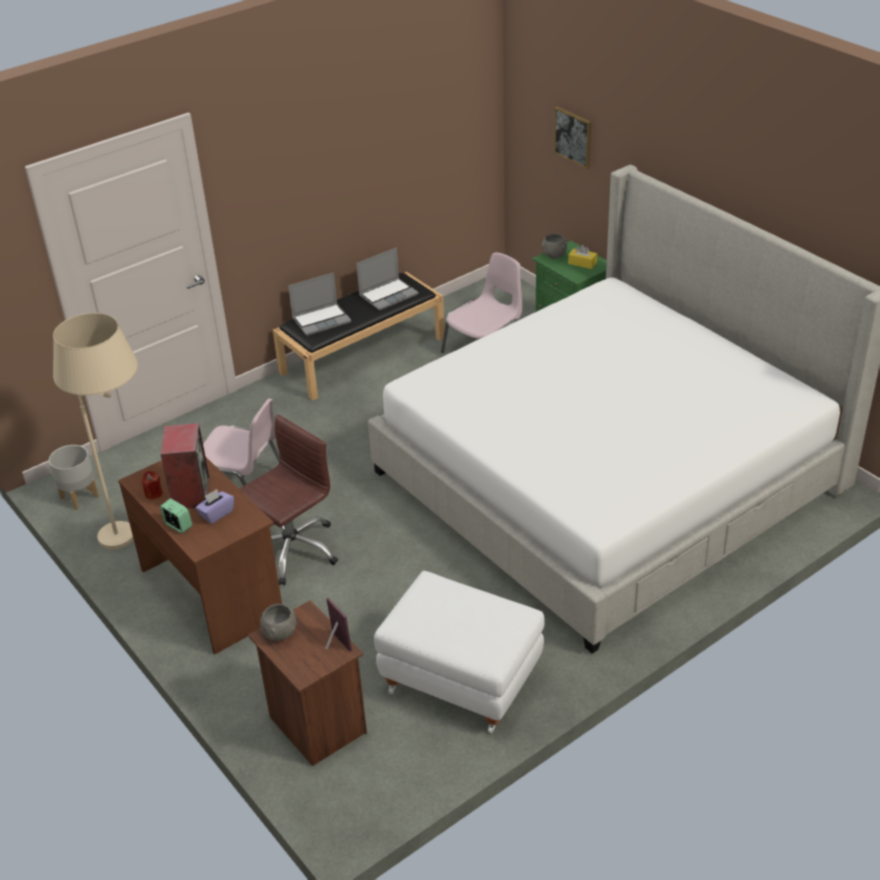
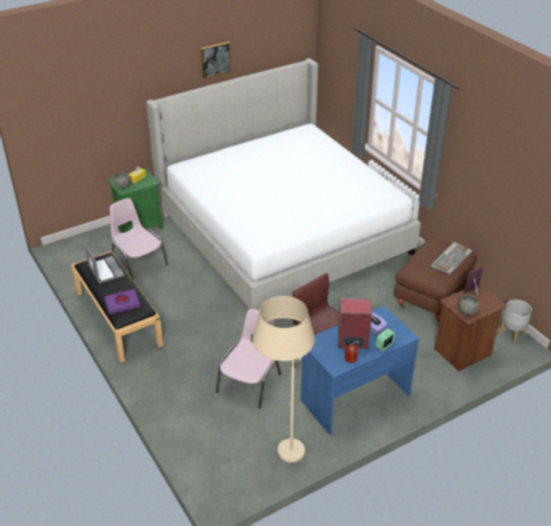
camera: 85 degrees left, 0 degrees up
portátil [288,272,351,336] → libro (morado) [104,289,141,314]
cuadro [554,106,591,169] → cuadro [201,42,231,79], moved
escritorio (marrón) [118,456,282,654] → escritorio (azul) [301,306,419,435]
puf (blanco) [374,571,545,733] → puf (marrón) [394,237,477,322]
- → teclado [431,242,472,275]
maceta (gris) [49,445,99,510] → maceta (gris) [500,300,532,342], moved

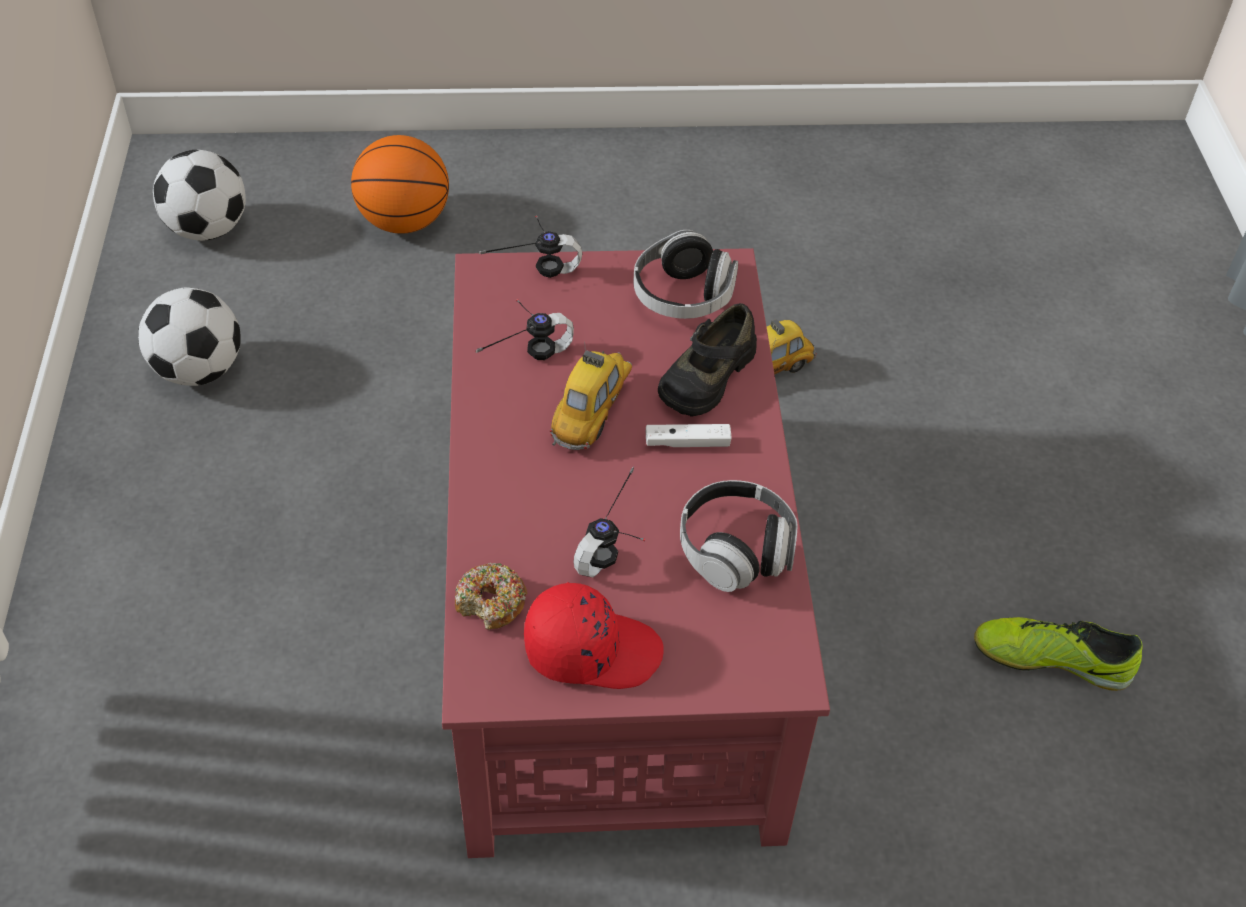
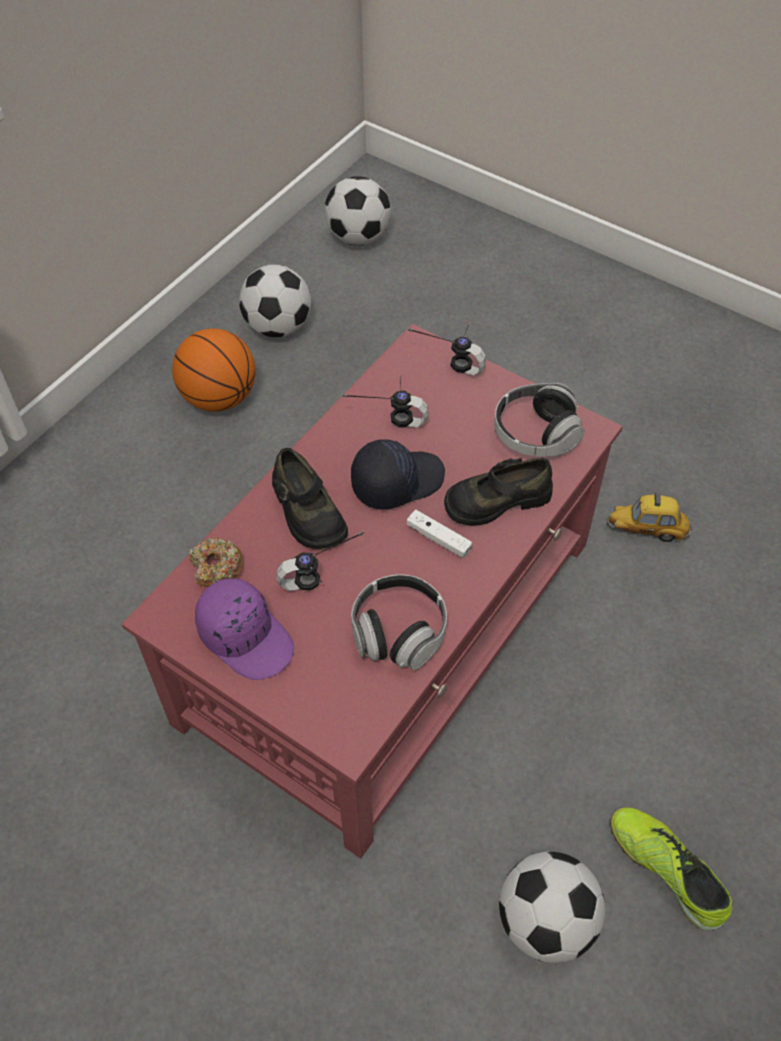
camera: 40 degrees right, 5 degrees up
balón de baloncesto [351,135,449,234] → balón de baloncesto [172,328,256,412], moved
gorra (rojo) [524,582,663,689] → gorra (morado) [195,579,294,680]
- → zapato (negro) [272,448,348,549]
coche de juguete [550,341,632,450] → gorra (negro) [351,439,445,509]
- → balón de fútbol [499,852,605,963]

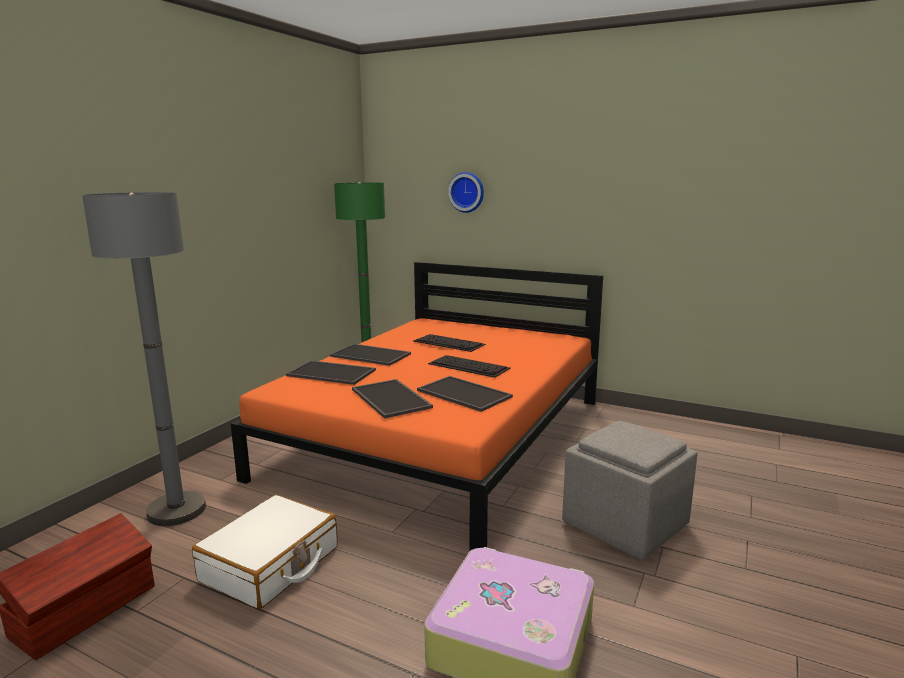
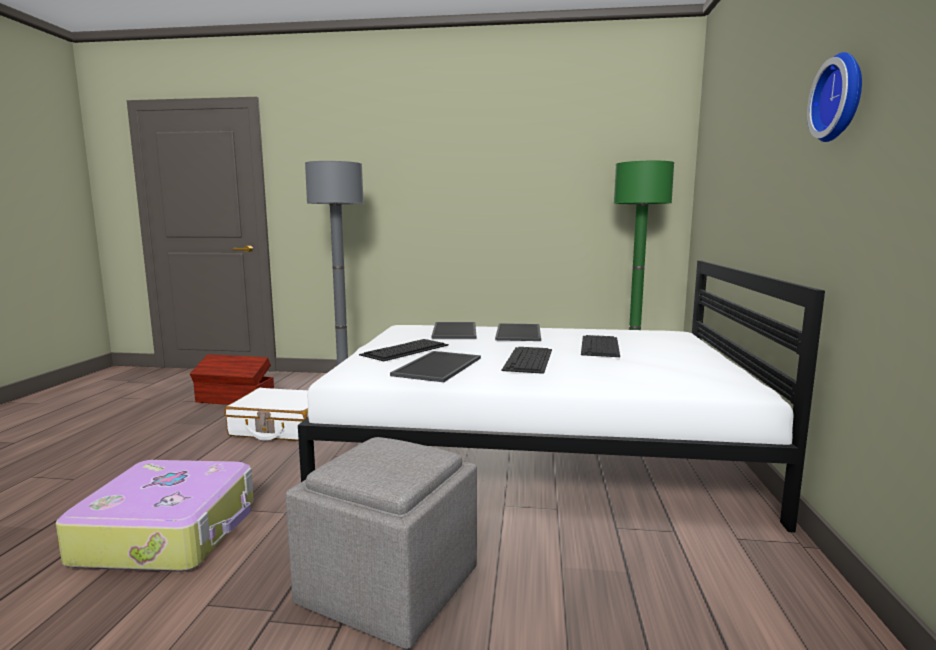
camera: 70 degrees right, 5 degrees down
cama (naranja) [231,262,603,551] → cama (blanco) [298,261,825,532]
bandeja [352,379,433,419] → teclado [359,339,449,361]
reloj de pared [448,172,484,213] → reloj de pared [807,52,862,142], moved

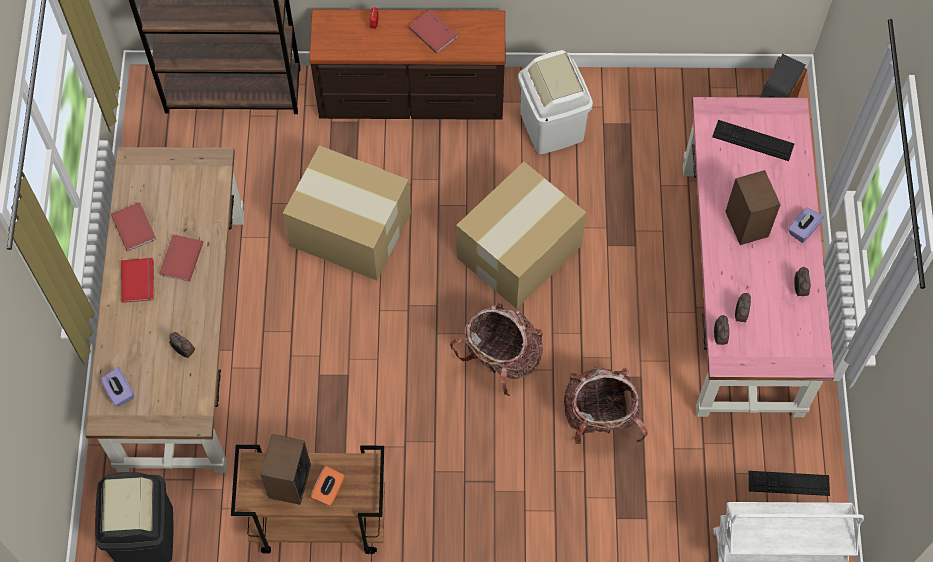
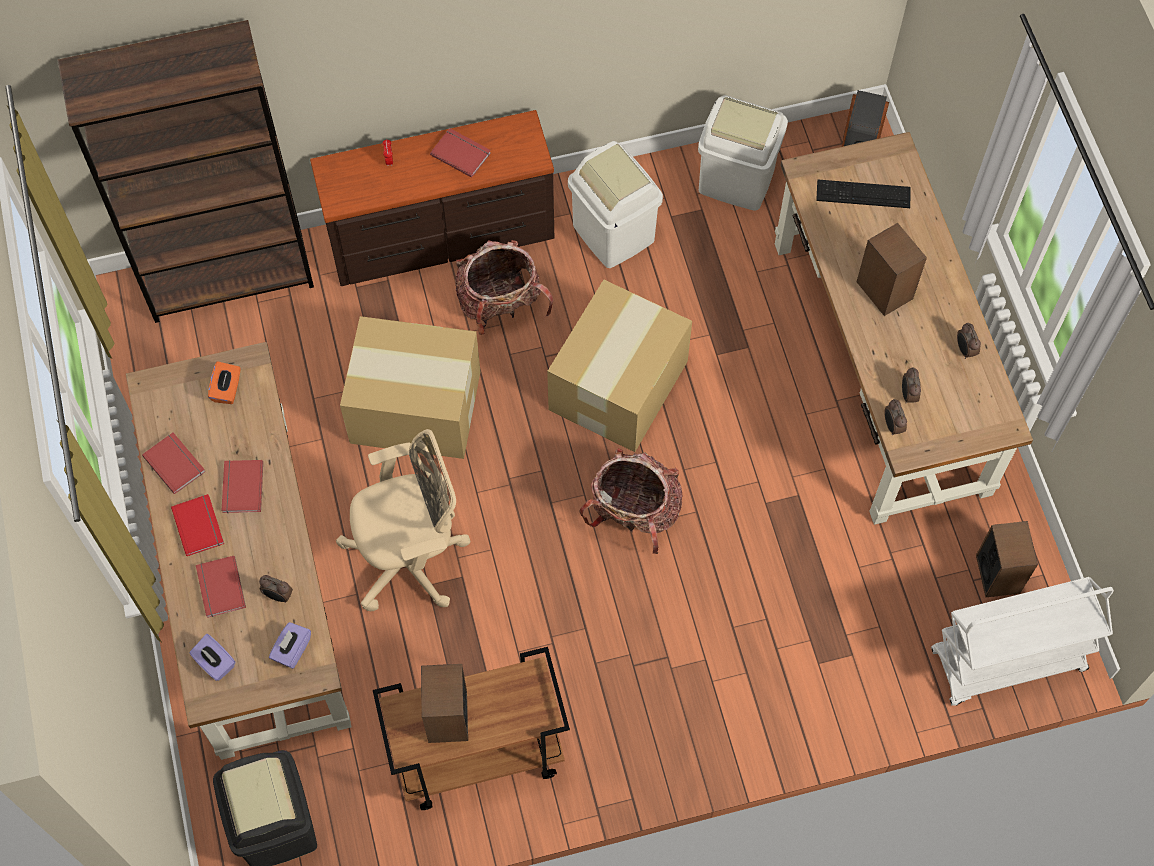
camera: 15 degrees left, 0 degrees up
- → libro (rojo) [196,556,246,618]
caja de pañuelos (naranja) [310,466,344,506] → caja de pañuelos (naranja) [208,361,241,404], moved
caja de pañuelos (morado) [788,207,824,243] → caja de pañuelos (morado) [269,622,311,669], moved
- → silla de oficina (beis) [336,429,470,611]
mochila [564,367,648,444] → mochila [455,240,553,335], moved
- → papelera (blanco) [698,95,788,211]
escritorio (rosa) [683,97,834,417] → escritorio (marrón) [775,132,1033,525]
teclado [749,471,830,496] → altavoz [976,521,1038,598]

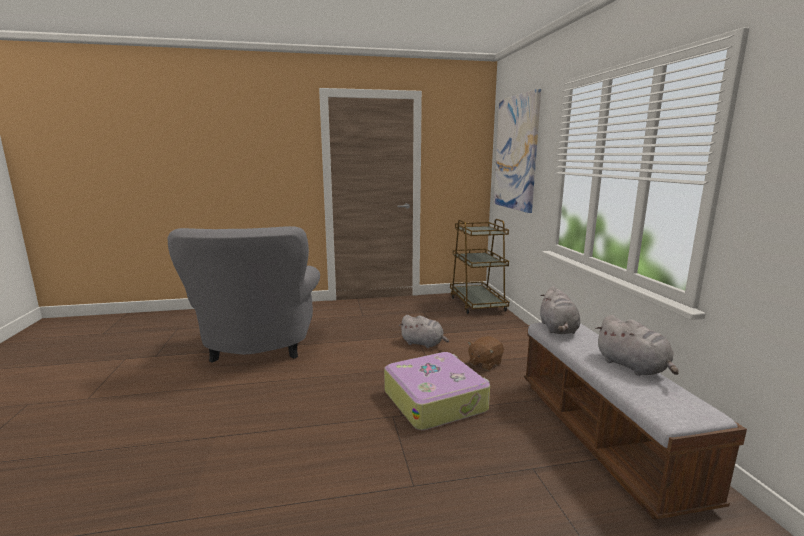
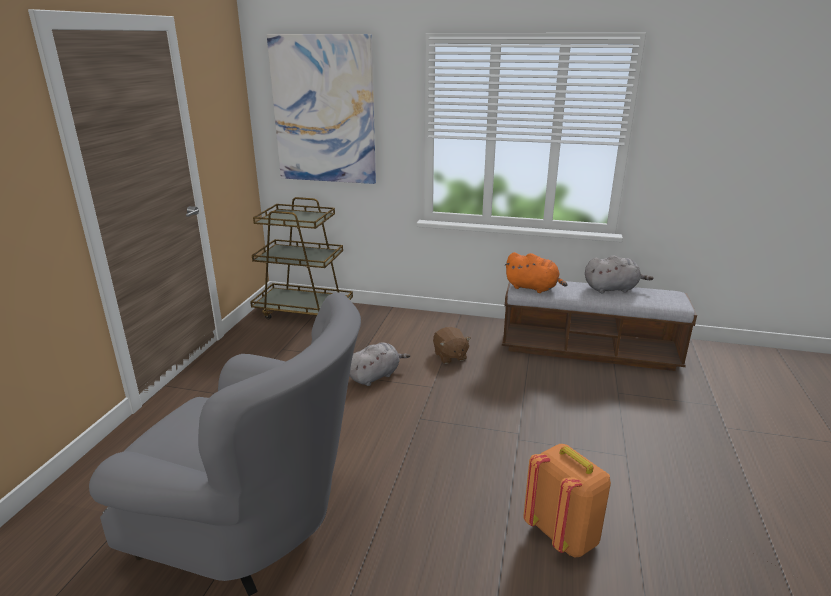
camera: 65 degrees left, 10 degrees up
peluche (gris) [540,286,580,334] → peluche (naranja) [505,252,567,293]
- → mochila (naranja) [523,444,611,558]
maleta [384,352,490,430] → -

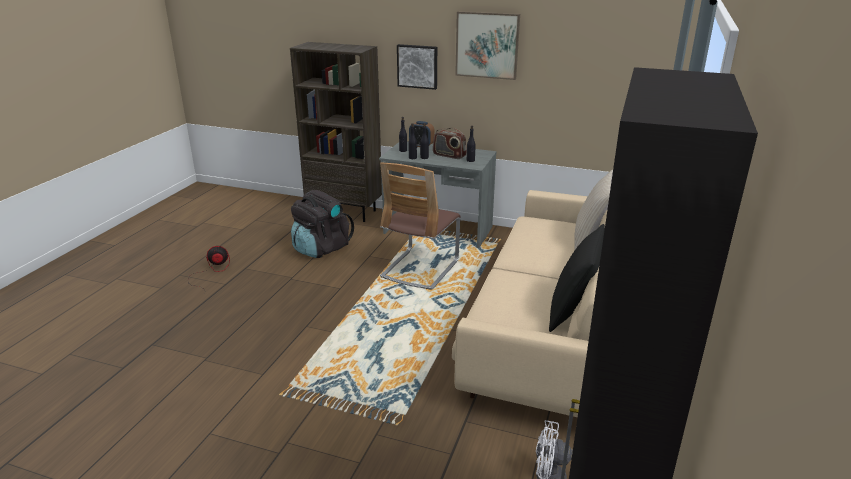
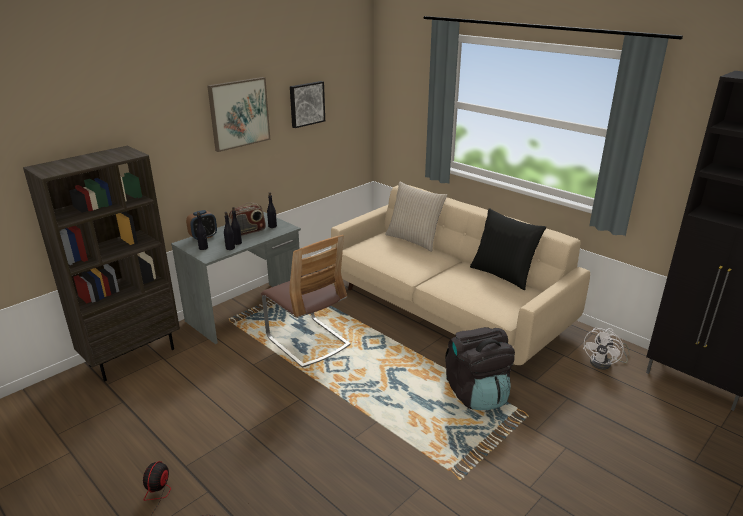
camera: 65 degrees left, 0 degrees up
cuadro [397,44,437,90] → cuadro [290,81,325,128], moved
mochila (negro) [291,190,354,258] → mochila (negro) [445,327,515,410], moved

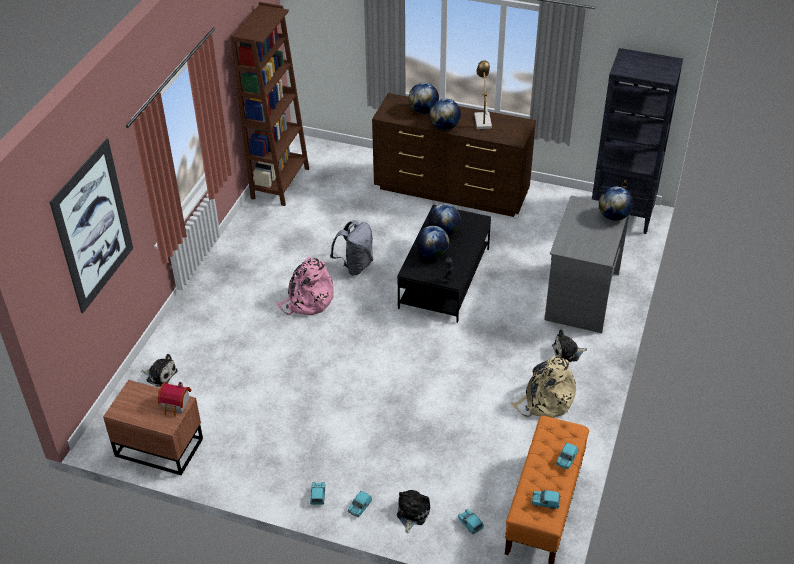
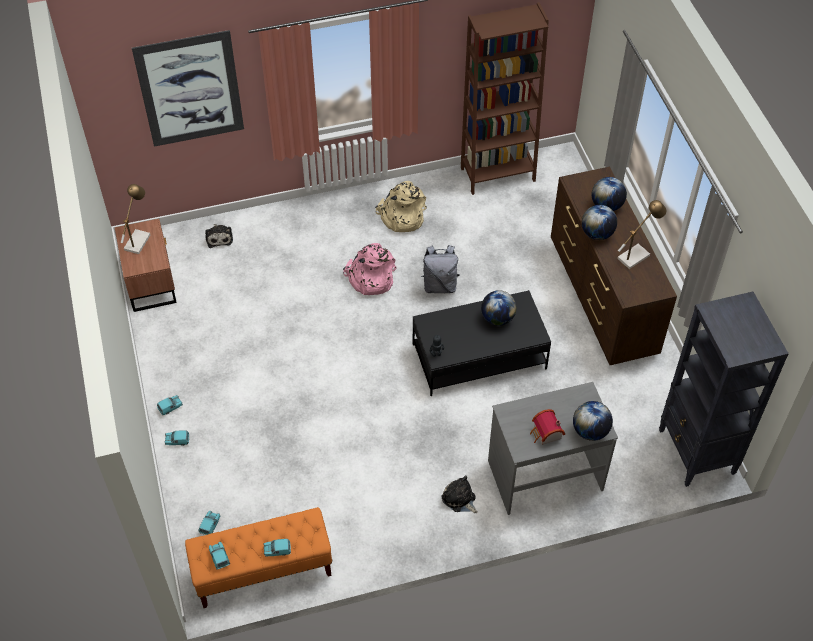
camera: 55 degrees right, 10 degrees up
- → lámpara de mesa [121,184,150,254]
mochila (beis) [510,356,576,418] → mochila (beis) [375,181,427,232], moved
casita [158,382,191,417] → casita [530,409,565,445], moved
peluche [397,490,431,533] → -
globo terráqueo [416,226,449,259] → -

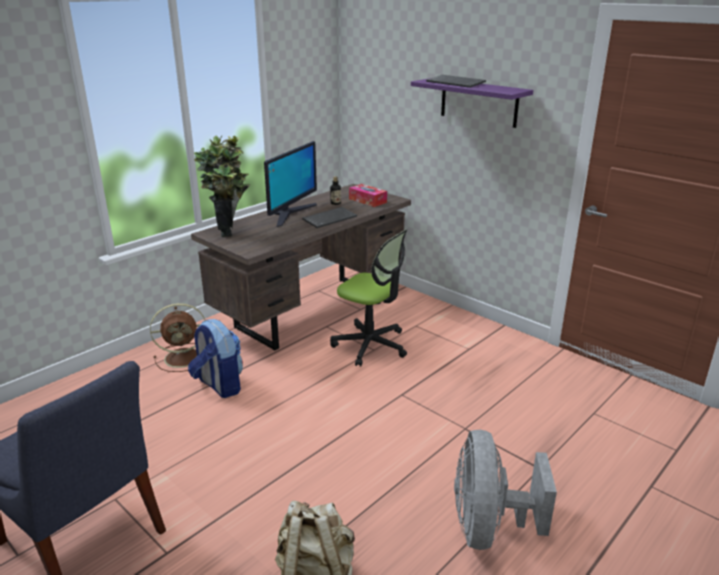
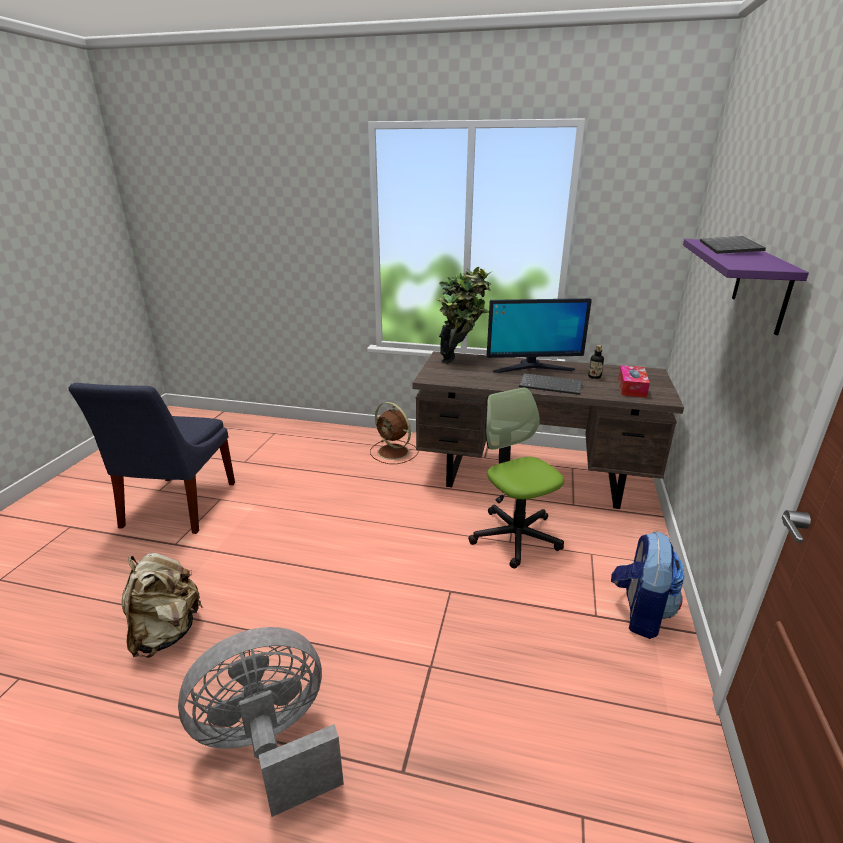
camera: 60 degrees right, 0 degrees up
silla de oficina [330,229,408,367] → silla de oficina [468,387,564,569], 150 degrees clockwise
mochila [188,319,243,398] → mochila [611,531,685,639], moved

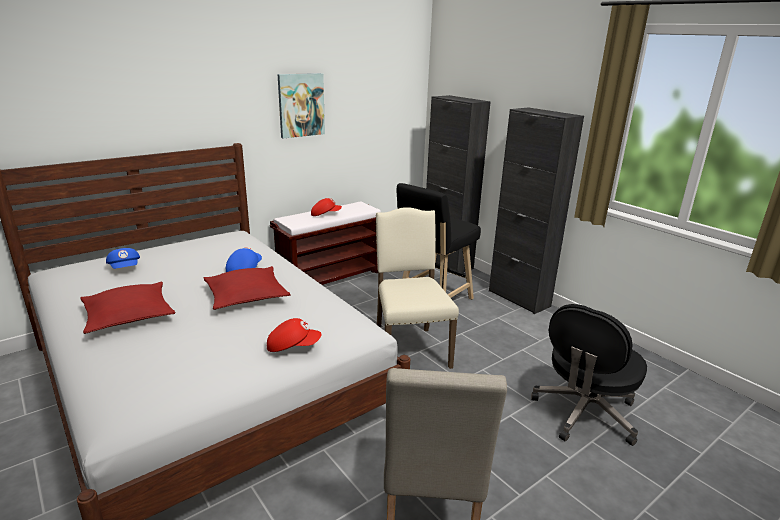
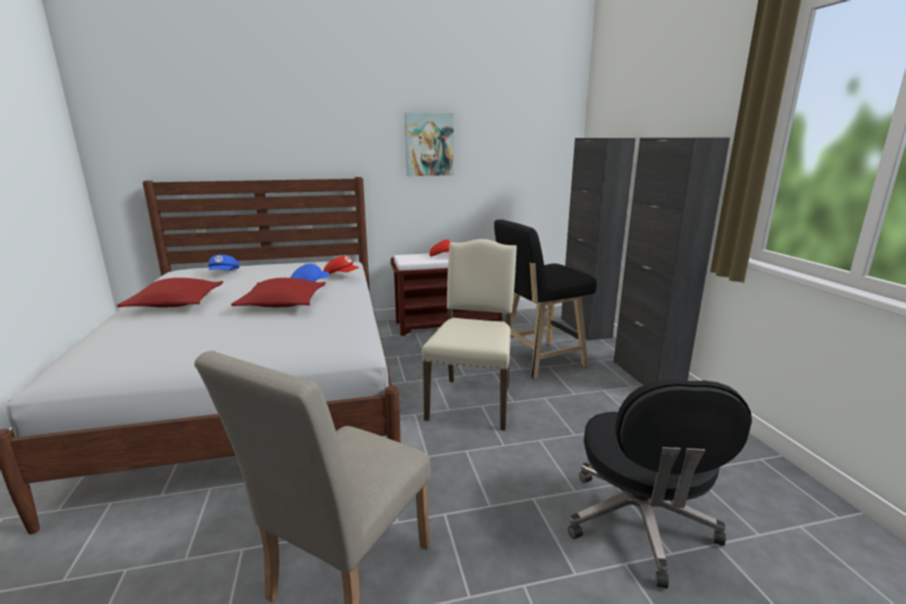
camera: 25 degrees right, 5 degrees down
gorra (rojo) [267,318,322,352] → gorra (rojo) [323,256,360,274], moved
silla de oficina (negro) [531,304,647,446] → silla de oficina (negro) [568,379,752,589], 60 degrees counterclockwise

